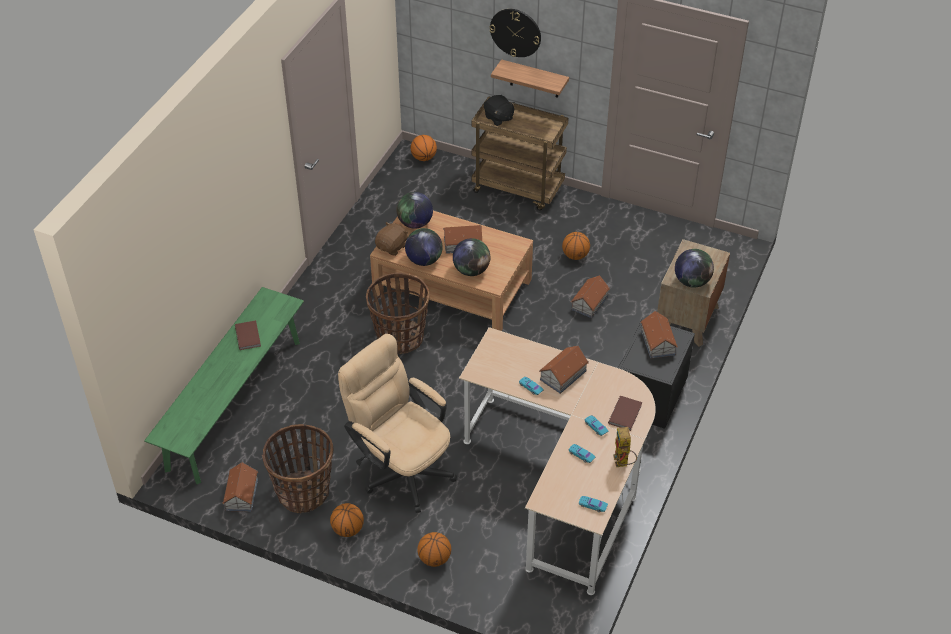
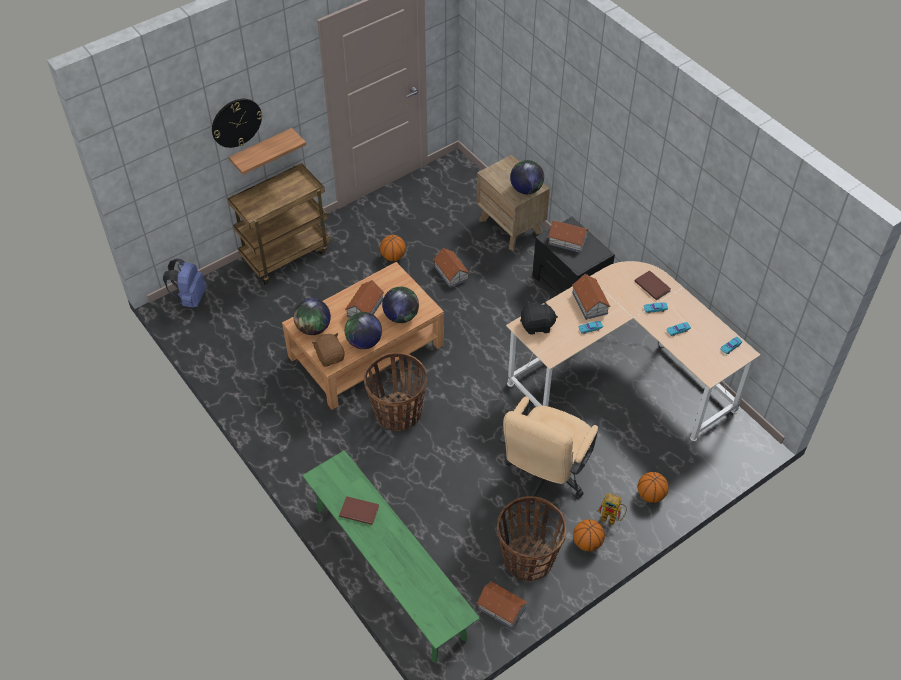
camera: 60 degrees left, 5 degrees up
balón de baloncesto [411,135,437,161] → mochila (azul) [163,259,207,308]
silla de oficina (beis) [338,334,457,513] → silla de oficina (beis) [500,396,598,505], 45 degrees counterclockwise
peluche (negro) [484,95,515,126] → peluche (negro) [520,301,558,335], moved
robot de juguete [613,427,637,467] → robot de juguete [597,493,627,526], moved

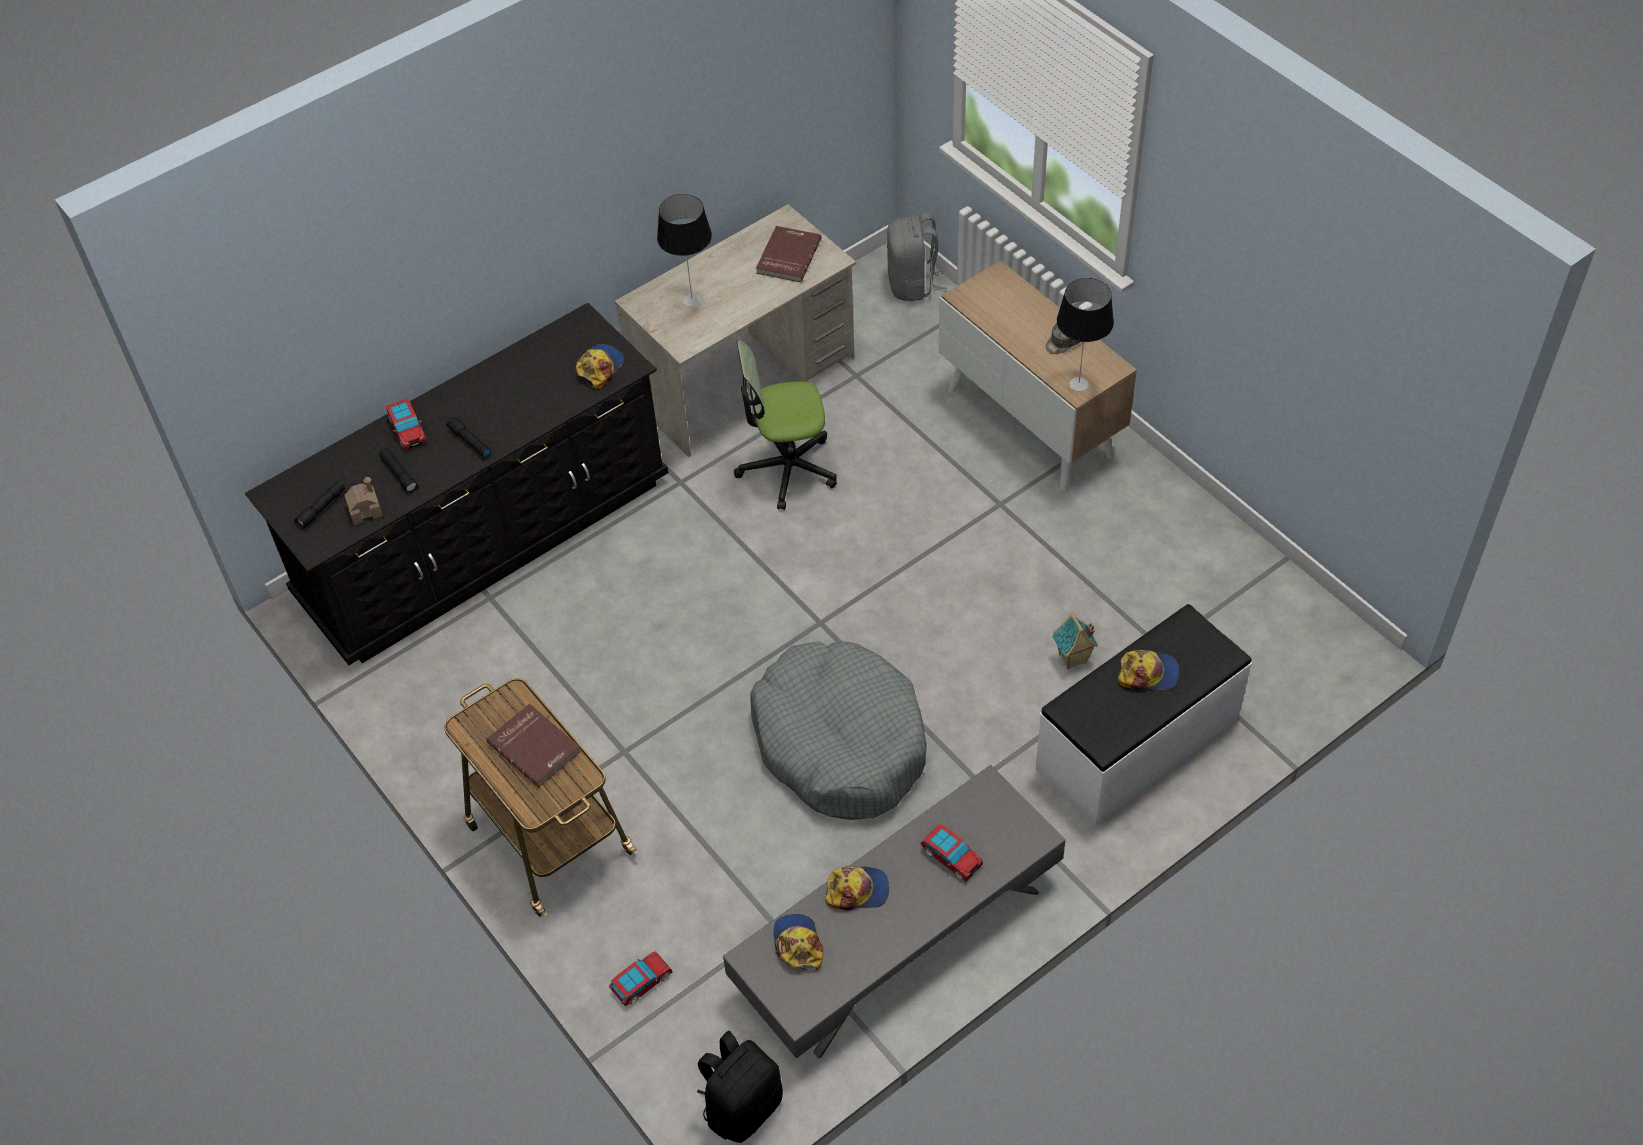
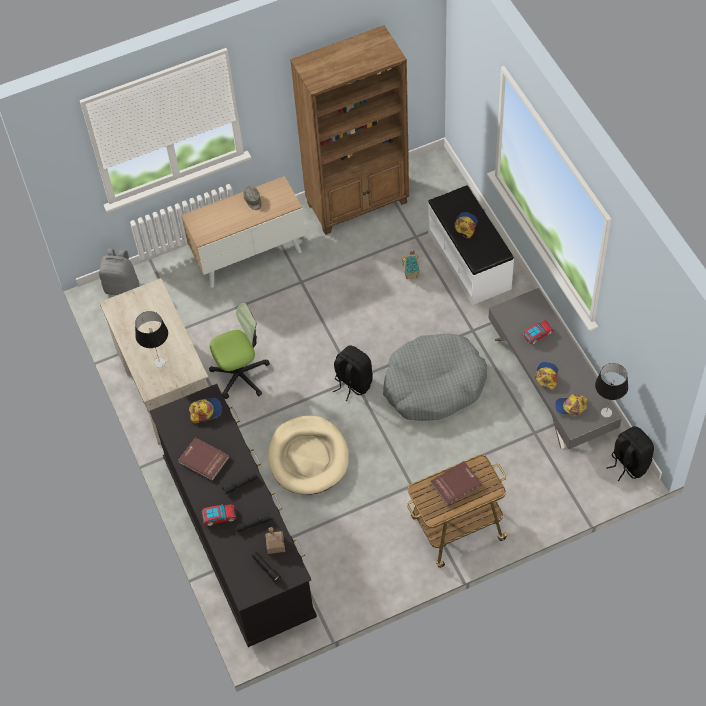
camera: 75 degrees left, 5 degrees up
libro (rojo) [756,226,822,283] → libro (rojo) [178,437,230,481], moved
gorra [576,344,624,389] → gorra [189,398,222,423], 120 degrees clockwise
silla de oficina [734,340,837,510] → silla de oficina [209,302,270,399], 120 degrees counterclockwise
- → cama para perro (beis) [268,415,349,494]
- → estantería (marrón) [290,25,409,235]
- → mochila (negro) [333,346,373,401]
lámpara de mesa [1057,278,1114,391] → lámpara de mesa [595,363,628,418], moved
coche de juguete [609,952,672,1006] → -

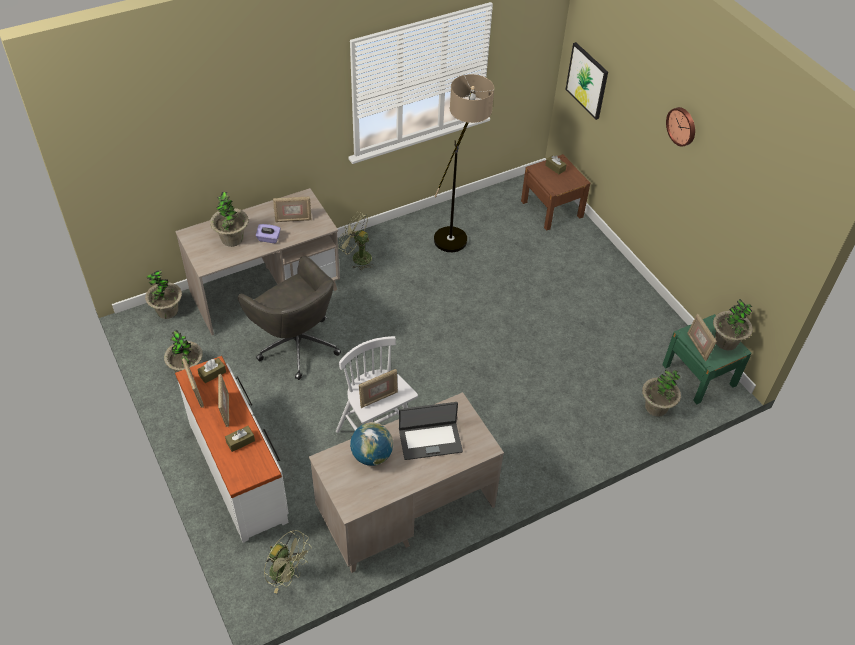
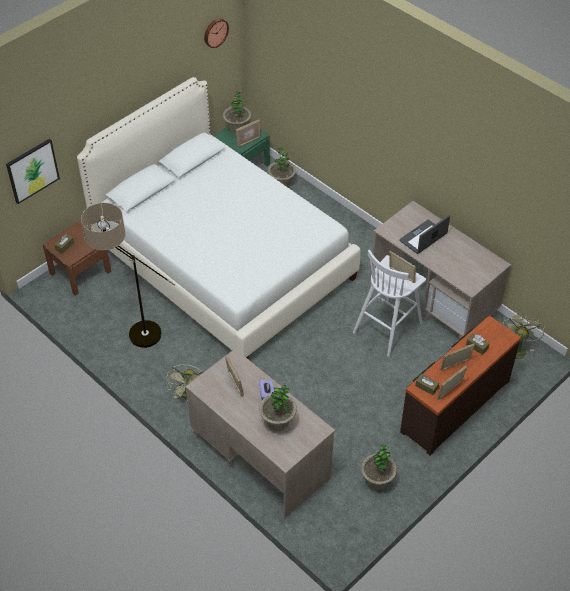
camera: 105 degrees left, 0 degrees up
- → cama (blanco) [77,77,361,359]
reloj de pared [666,107,695,147] → reloj de pared [204,19,229,48], moved
portátil [399,402,463,460] → portátil [399,215,450,254], 105 degrees counterclockwise
cómoda (blanco) [175,356,289,543] → cómoda (marrón) [400,315,521,456]
planta en maceta [145,270,182,319] → -
silla de oficina (gris) [238,256,341,380] → -
globo terráqueo [350,422,393,466] → -

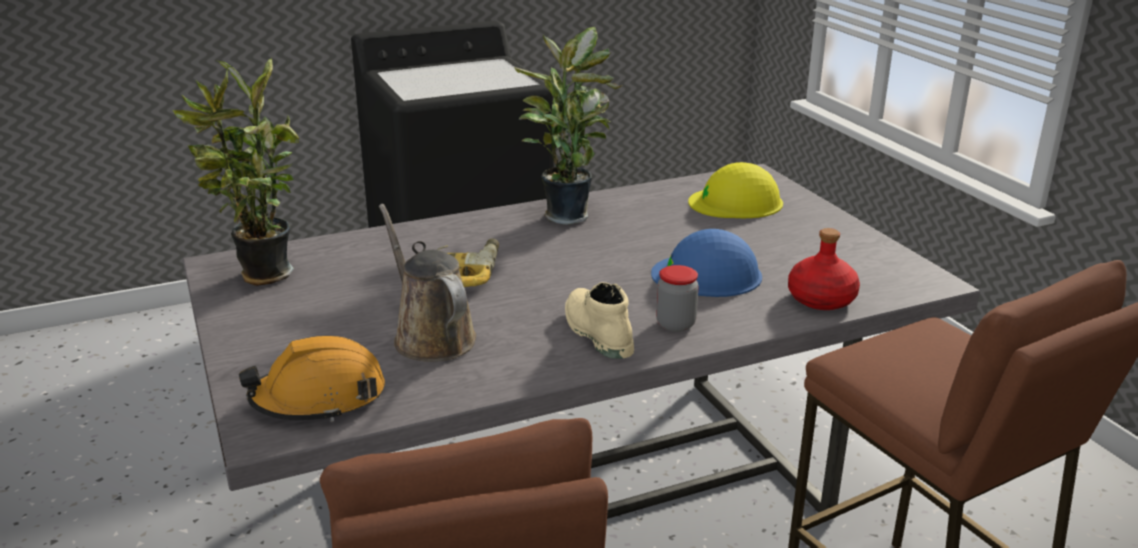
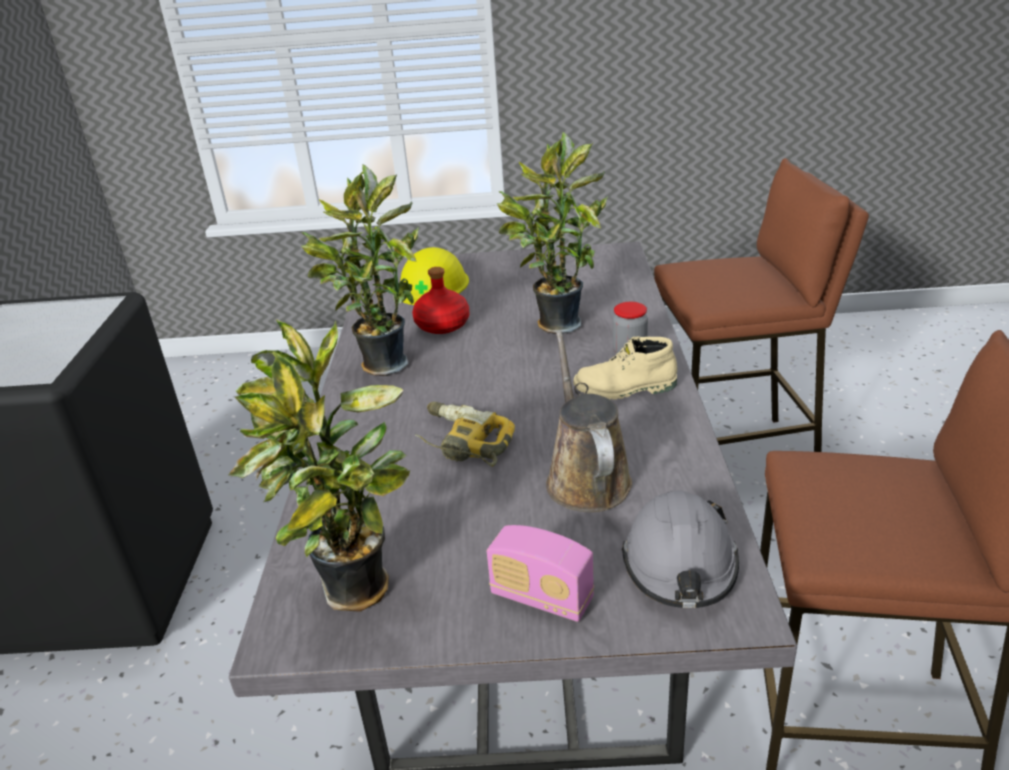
camera: 65 degrees left, 5 degrees up
botella (rojo) [788,228,860,310] → botella (rojo) [412,267,469,334], moved
- → radio [487,525,594,622]
casco (azul) [651,229,762,297] → planta en maceta [497,132,608,334]
regadera (marrón) [379,204,476,362] → regadera (marrón) [546,331,632,512], 90 degrees clockwise
casco (naranja) [239,336,385,422] → casco (gris) [622,491,739,608]

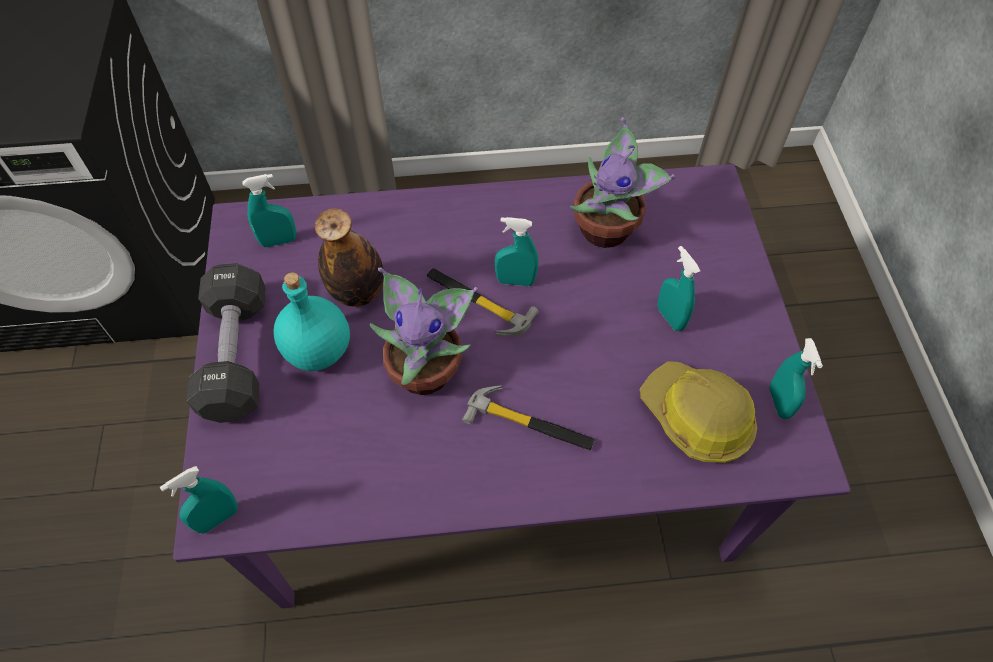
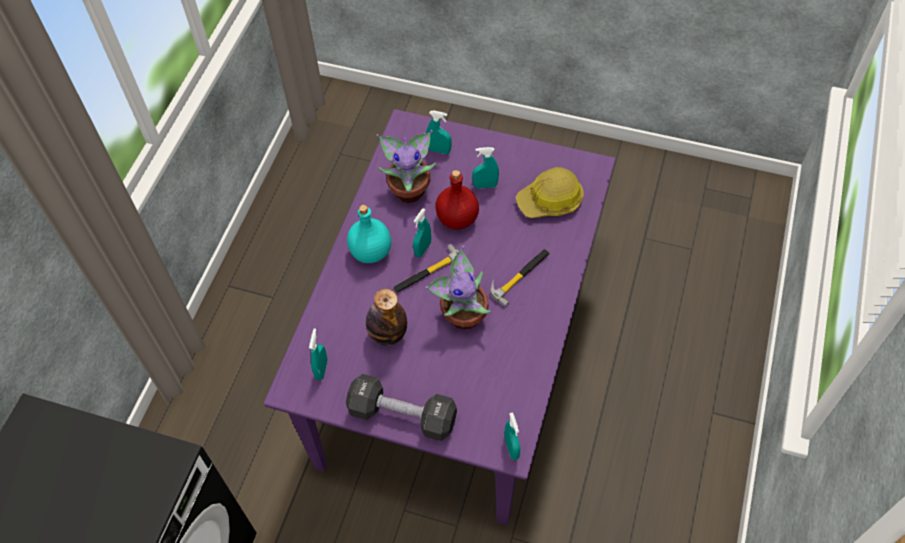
camera: 65 degrees left, 0 degrees up
botella (turquesa) [273,272,350,371] → botella (turquesa) [347,205,391,263], moved
pulverizador (turquesa) [769,338,823,419] → pulverizador (turquesa) [426,110,451,154], moved
- → botella (rojo) [435,170,479,230]

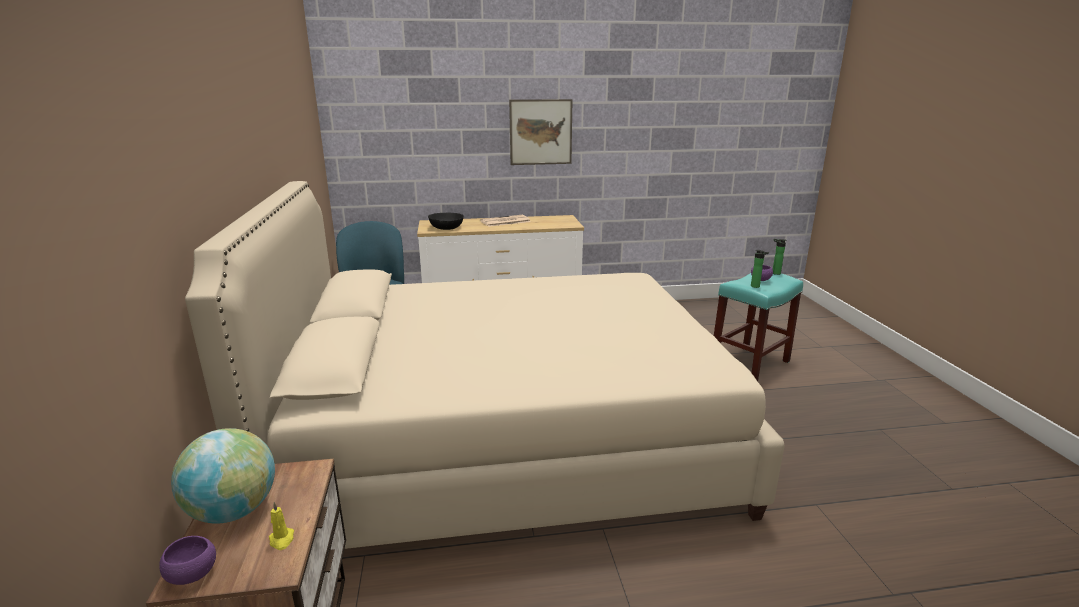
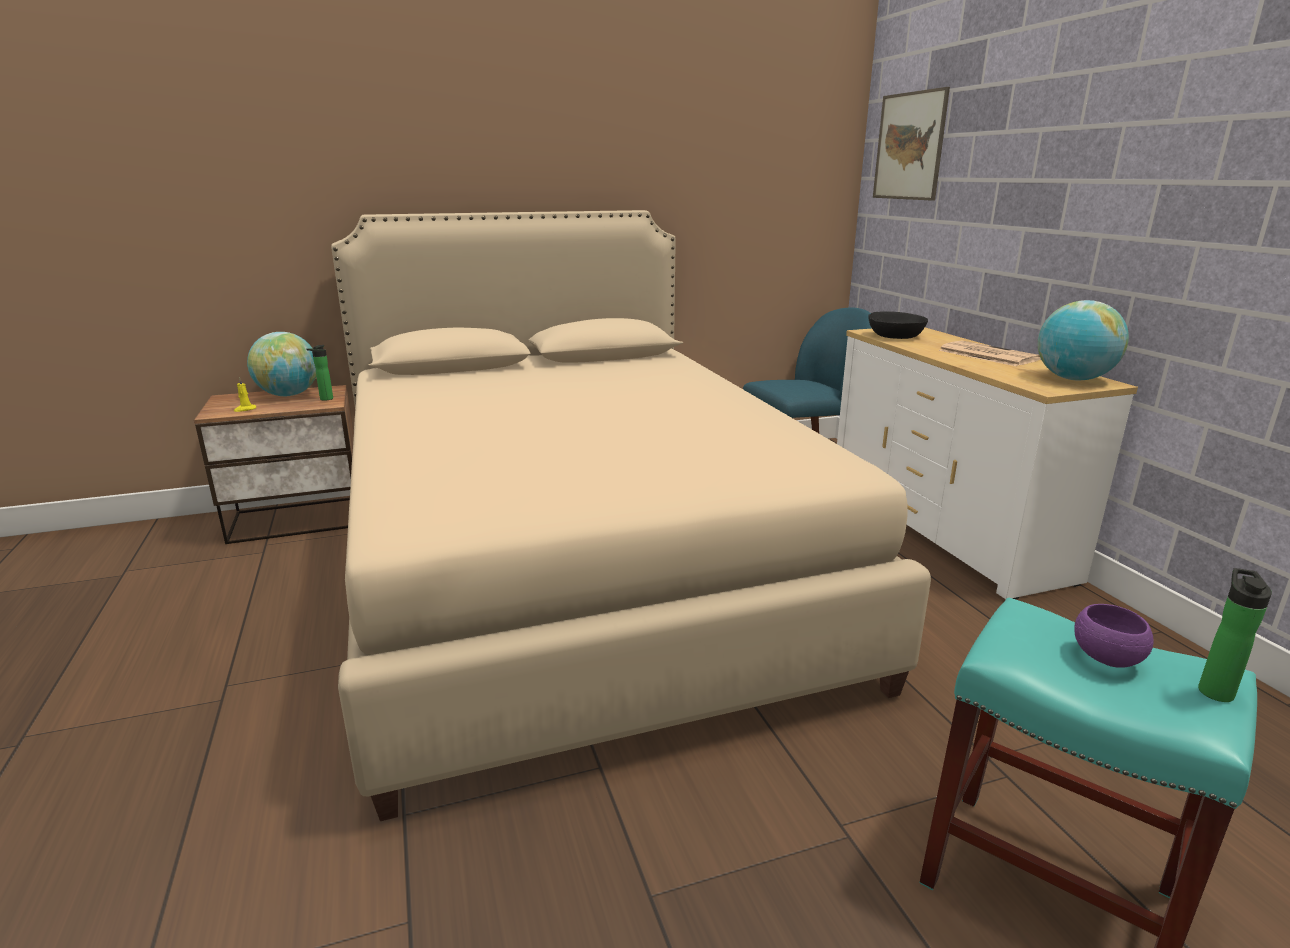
camera: 80 degrees right, 0 degrees up
botella [751,250,769,288] → botella [307,345,333,401], moved
cuadro [509,99,573,165] → cuadro [873,87,950,201], moved
- → globo terráqueo [1038,300,1129,380]
cuenco (morado) [159,536,216,585] → -

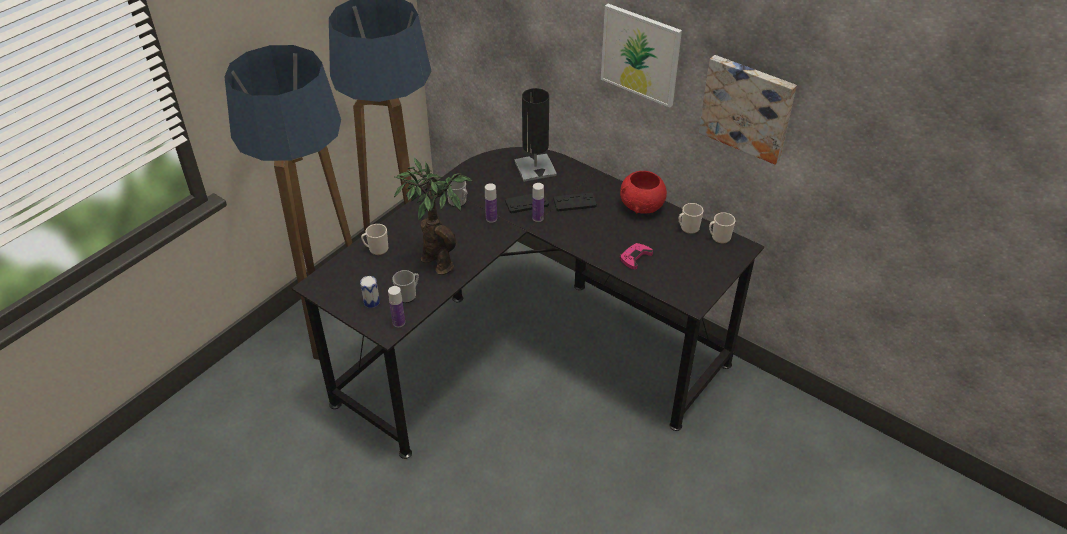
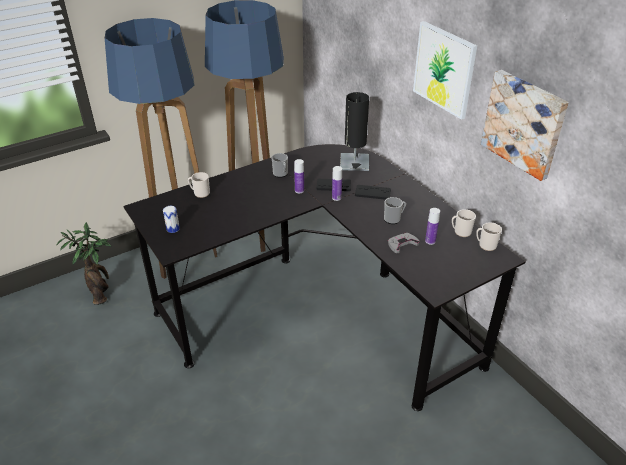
camera: 20 degrees right, 5 degrees down
planta en maceta [394,157,473,275] → planta en maceta [56,222,111,305], moved
taza grande [392,270,419,303] → taza grande [384,197,406,224], moved
mando de consola (rosa) [620,243,653,270] → mando de consola (gris) [388,233,419,253]
botella [388,286,405,327] → botella [425,208,440,245], moved
cuenco (rojo) [620,171,667,214] → -

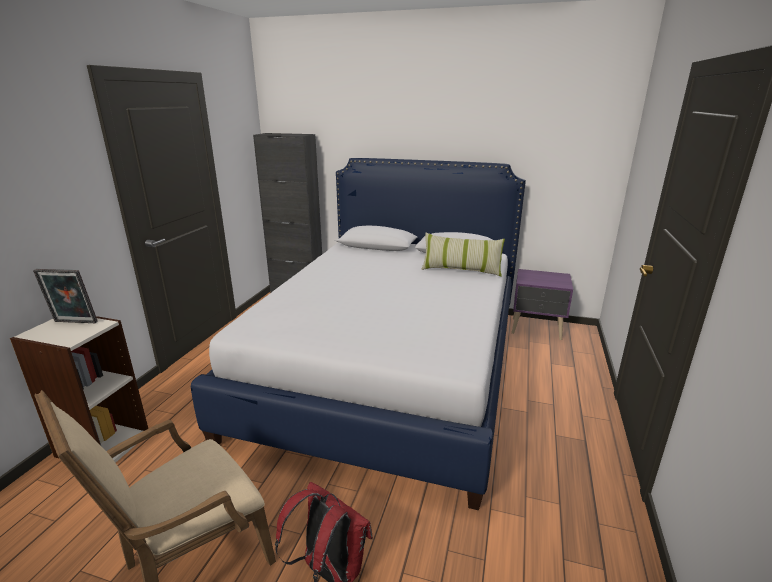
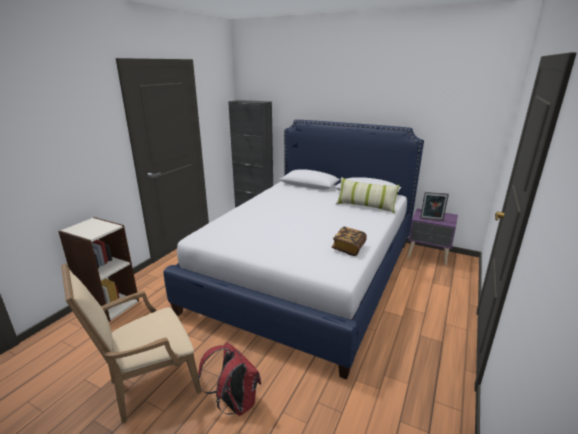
camera: 10 degrees right, 0 degrees up
- → libro [332,227,367,256]
portarretratos [33,269,98,323] → portarretratos [420,192,449,221], moved

